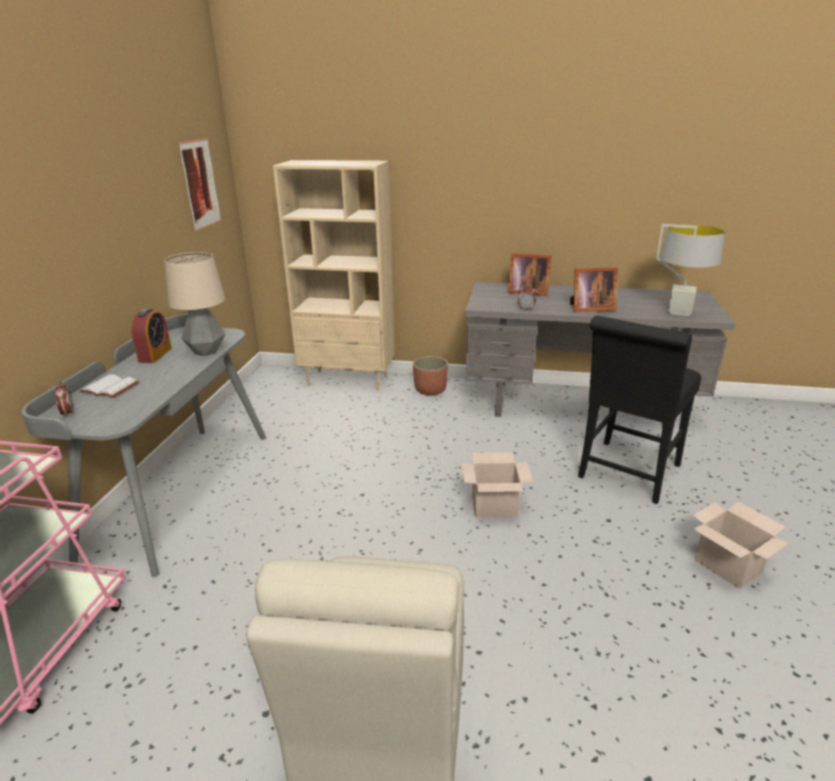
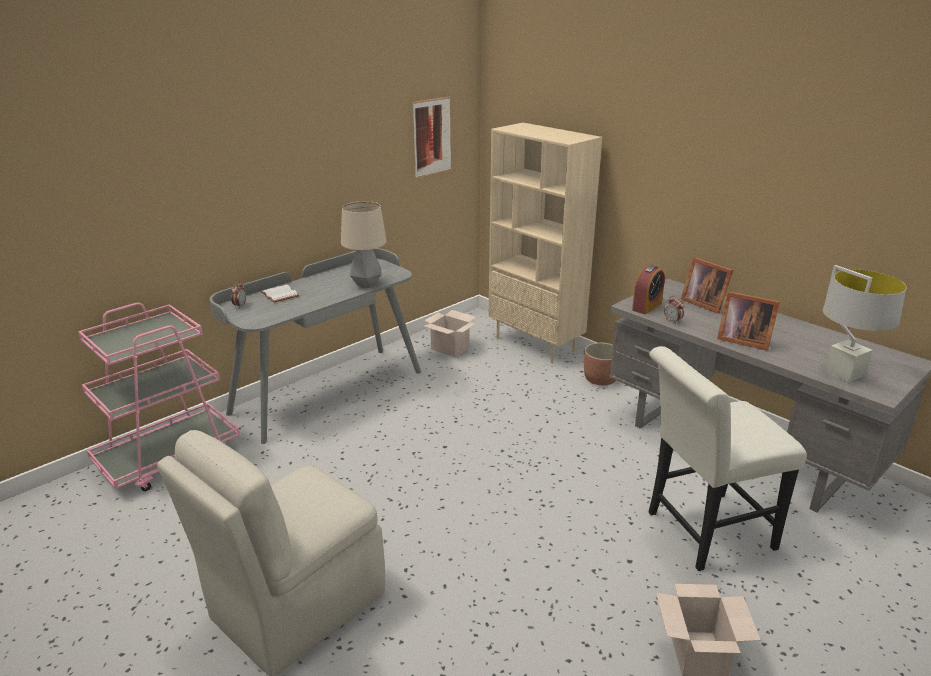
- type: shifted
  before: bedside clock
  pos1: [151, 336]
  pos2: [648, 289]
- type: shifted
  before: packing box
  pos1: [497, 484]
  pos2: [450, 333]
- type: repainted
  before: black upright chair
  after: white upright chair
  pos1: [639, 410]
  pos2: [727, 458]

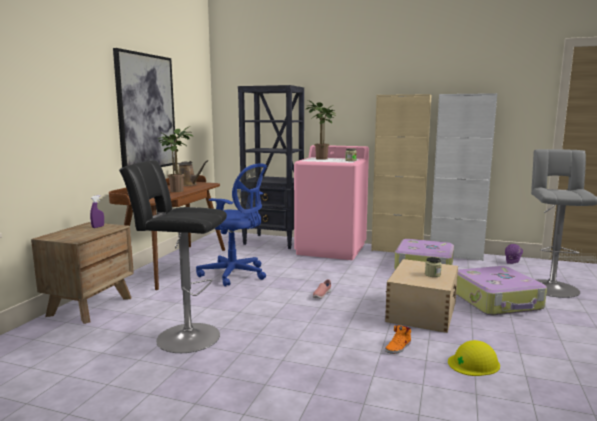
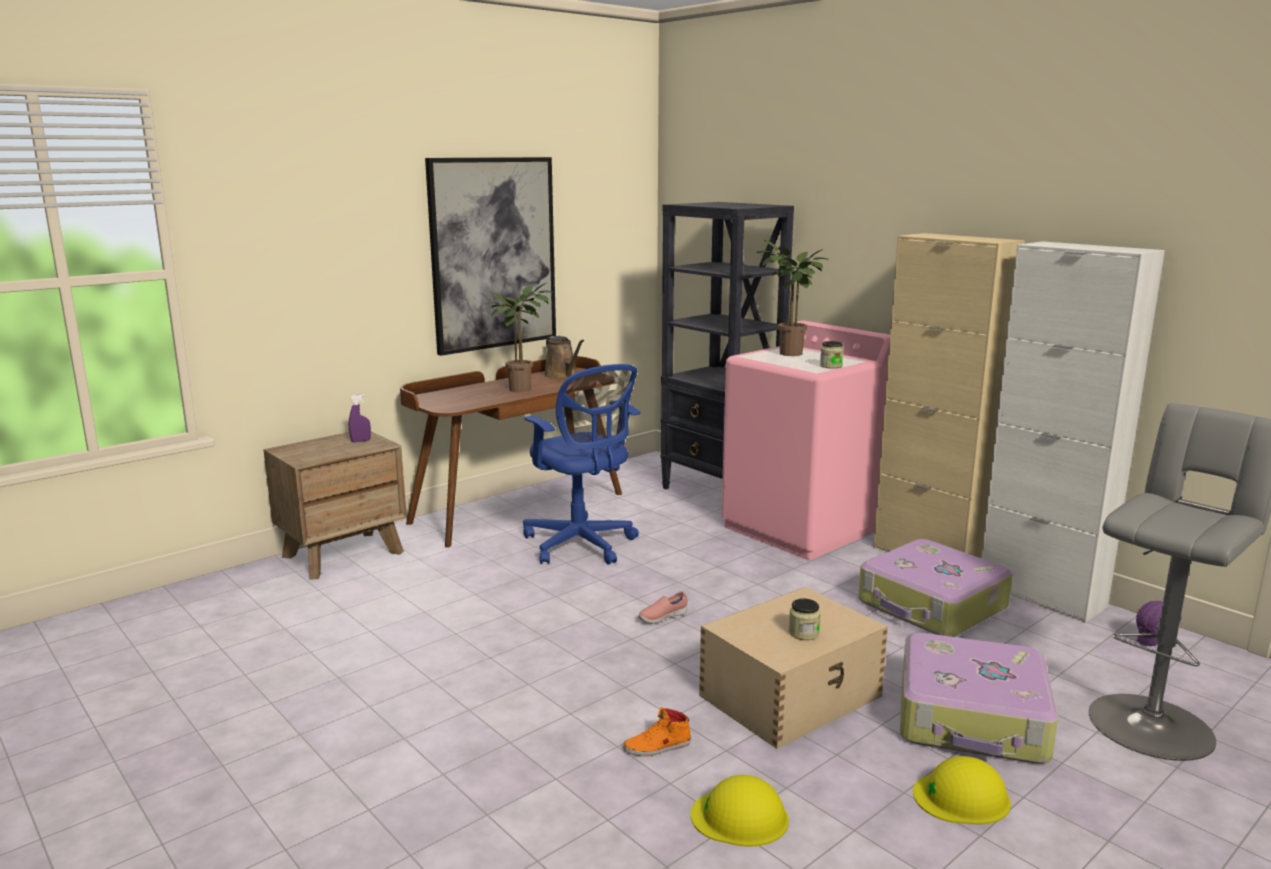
- type: gone
  before: black stool
  pos1: [173, 257]
- type: new
  after: yellowish hard hat
  pos2: [962, 790]

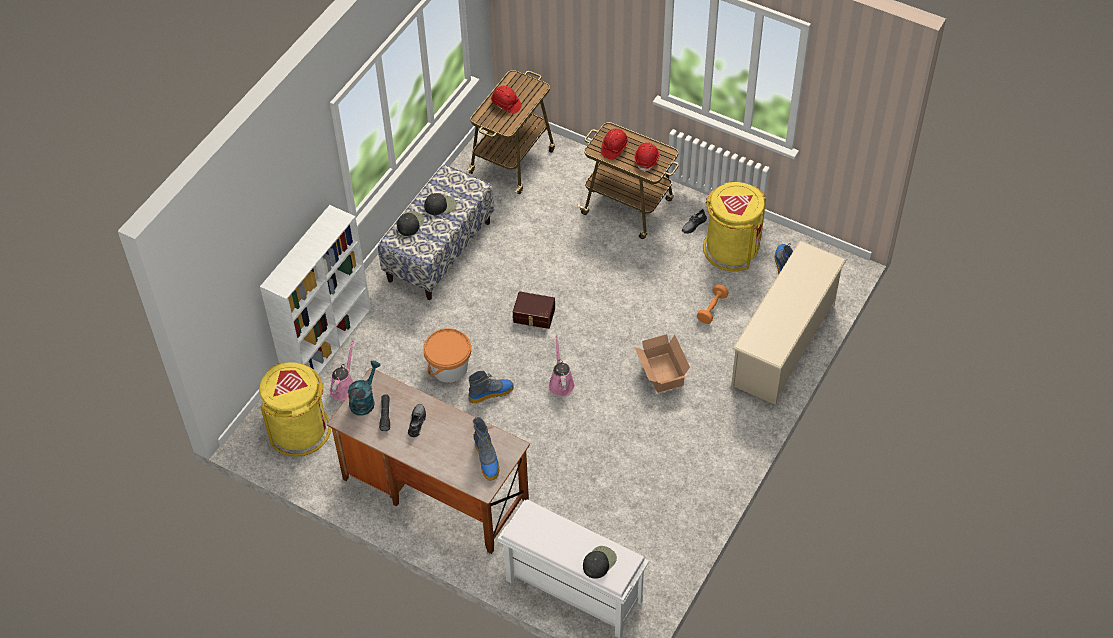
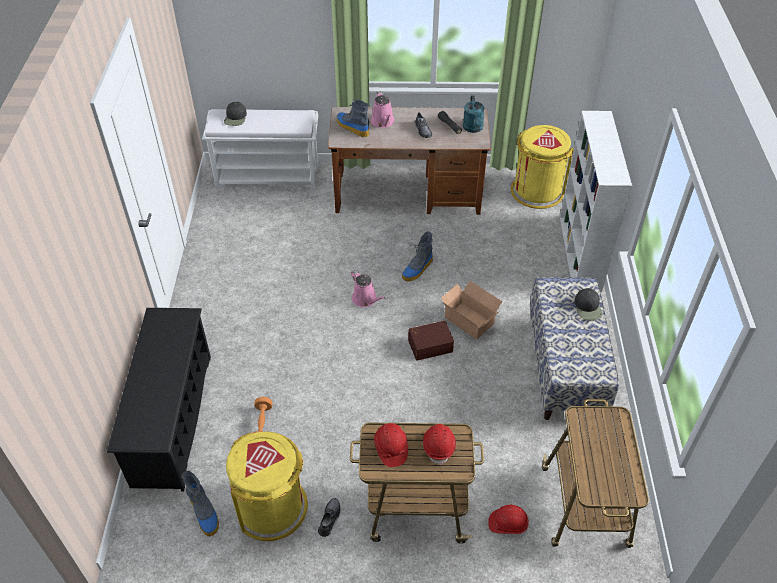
- type: shifted
  before: pinkish watering pot
  pos1: [342, 371]
  pos2: [383, 109]
- type: gone
  before: orange bucket
  pos1: [447, 355]
- type: gone
  before: black cap
  pos1: [440, 204]
- type: shifted
  before: red hard hat
  pos1: [506, 100]
  pos2: [508, 519]
- type: shifted
  before: packing box
  pos1: [662, 363]
  pos2: [472, 310]
- type: repainted
  before: beige-coloured shoe rack
  after: black shoe rack
  pos1: [788, 323]
  pos2: [158, 399]

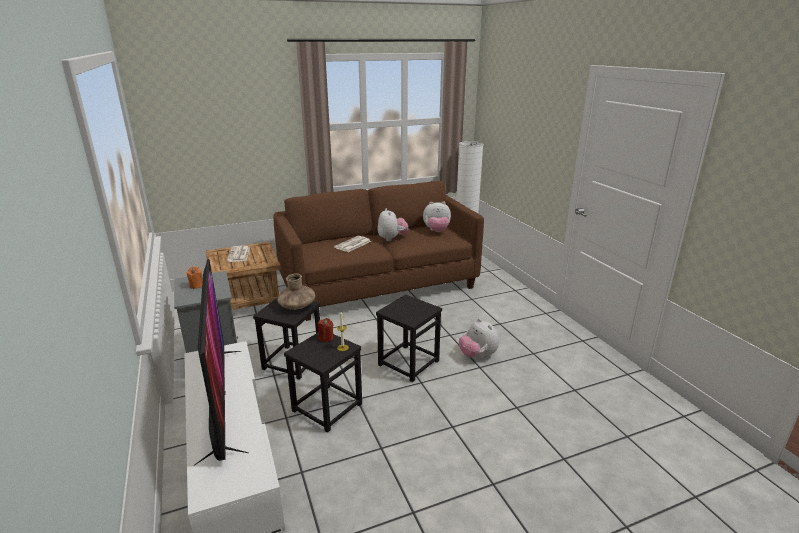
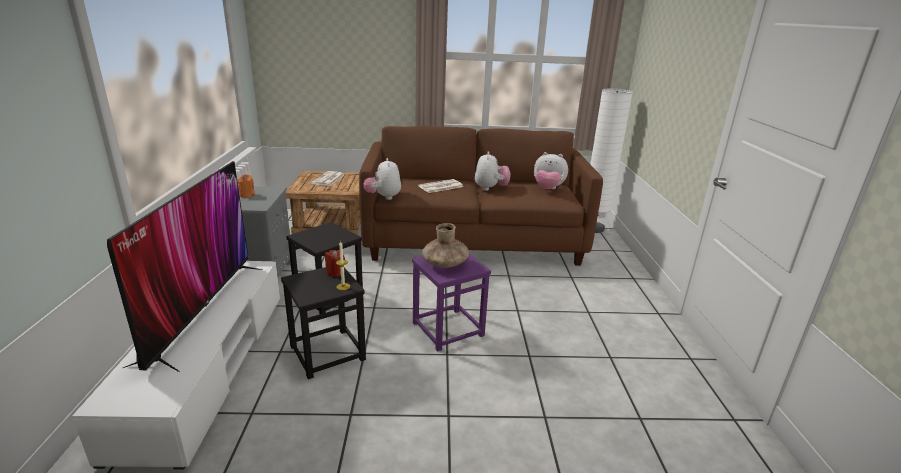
- type: shifted
  before: brownish vase
  pos1: [296, 291]
  pos2: [445, 245]
- type: repainted
  before: black stool
  after: purple stool
  pos1: [409, 338]
  pos2: [451, 302]
- type: shifted
  before: plush toy
  pos1: [479, 338]
  pos2: [382, 179]

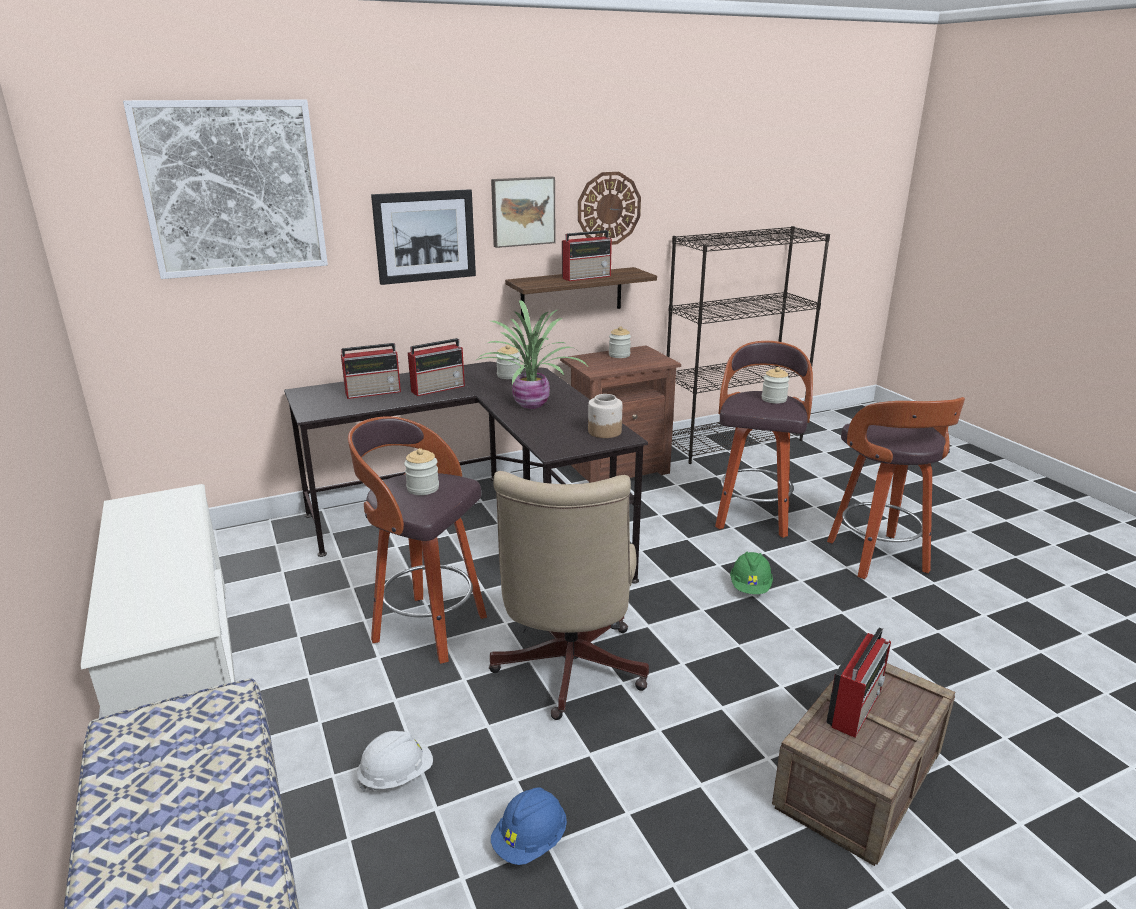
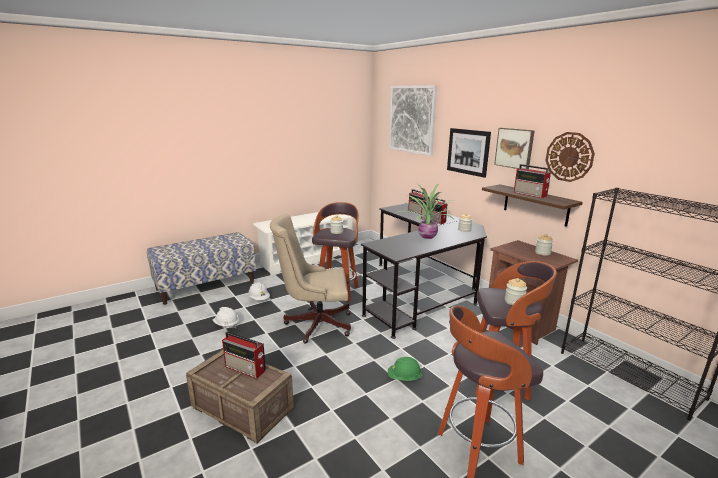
- type: repainted
  before: blue-coloured hard hat
  after: white hard hat
  pos1: [529, 826]
  pos2: [225, 317]
- type: gone
  before: preserve jar
  pos1: [605, 416]

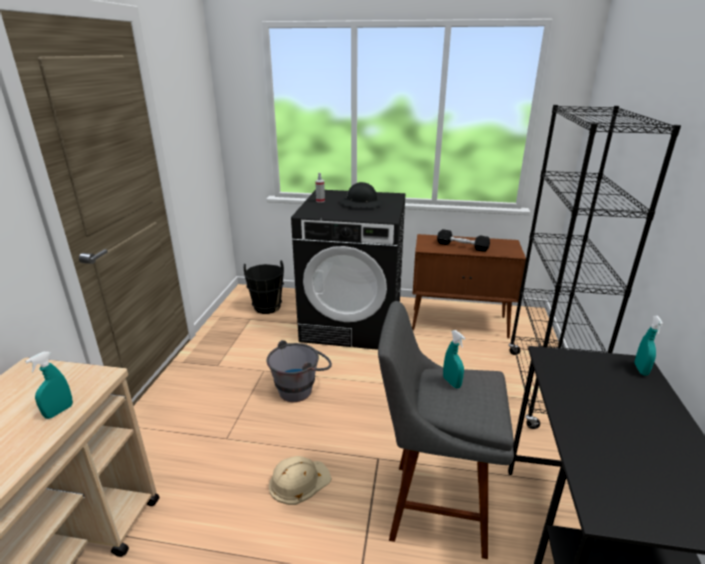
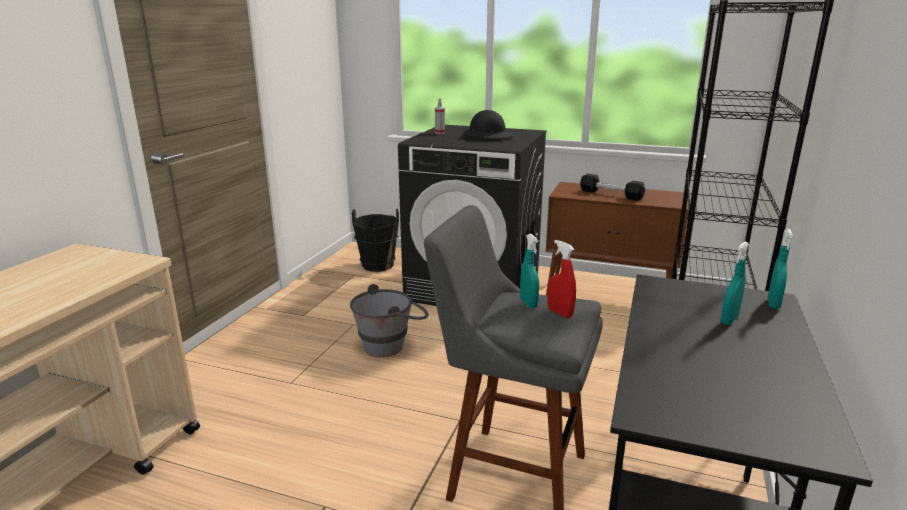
- type: shifted
  before: turquoise hand sprayer
  pos1: [49, 385]
  pos2: [734, 283]
- type: gone
  before: beige-coloured hard hat
  pos1: [300, 480]
- type: new
  after: red hand sprayer
  pos2: [562, 279]

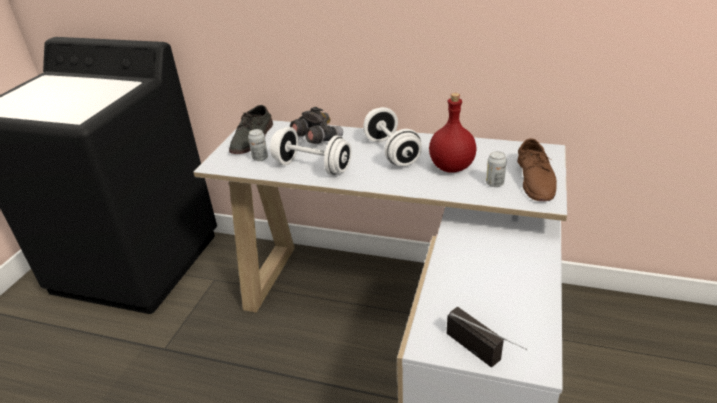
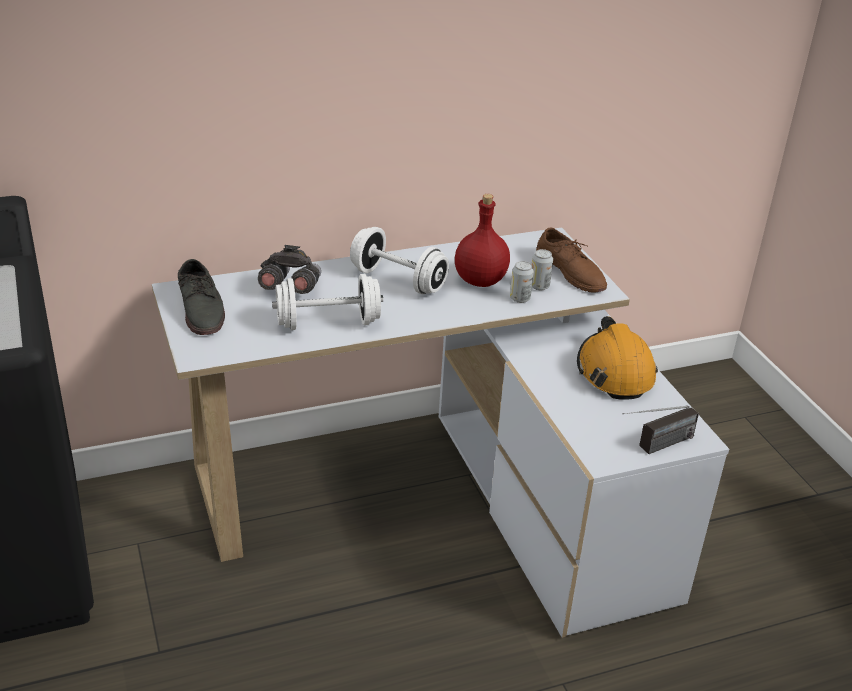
- type: shifted
  before: metal can
  pos1: [258, 145]
  pos2: [522, 282]
- type: rotated
  before: radio
  pos1: [487, 336]
  pos2: [661, 429]
  turn: 135
- type: new
  after: orange hard hat
  pos2: [617, 358]

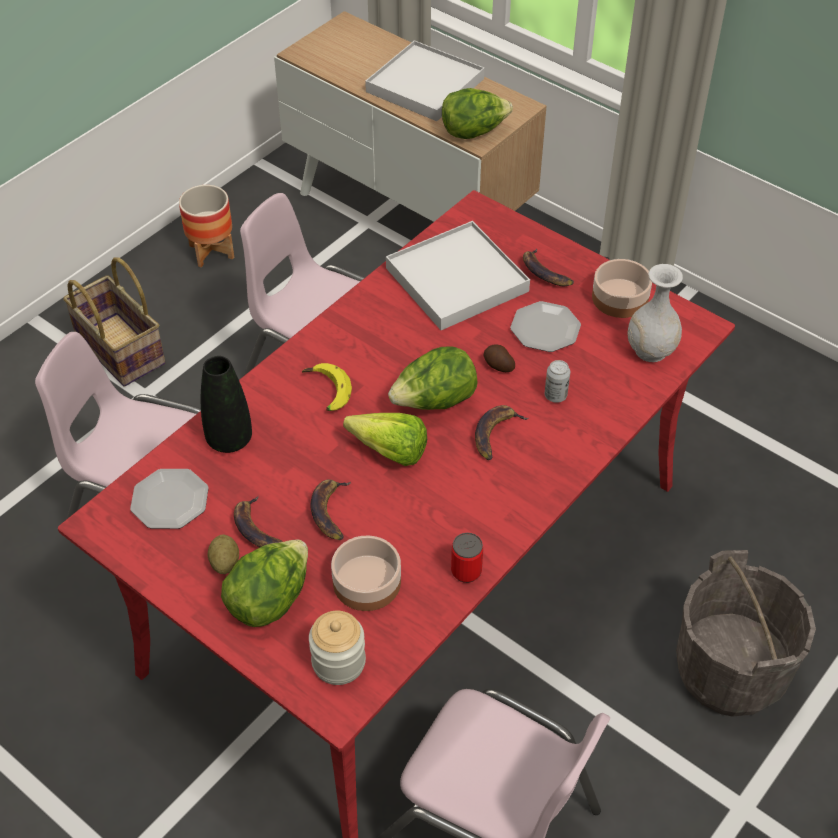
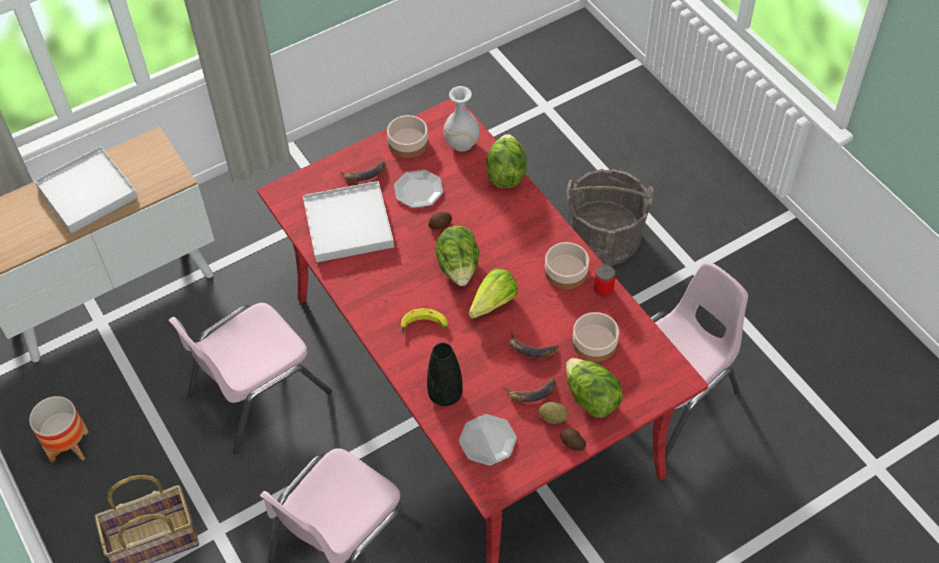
- type: gone
  before: preserve jar
  pos1: [337, 648]
- type: shifted
  before: head of lettuce
  pos1: [477, 113]
  pos2: [506, 161]
- type: gone
  before: whole banana
  pos1: [501, 432]
- type: gone
  before: metal can
  pos1: [557, 381]
- type: new
  after: serving bowl
  pos2: [567, 265]
- type: new
  after: spud
  pos2: [573, 439]

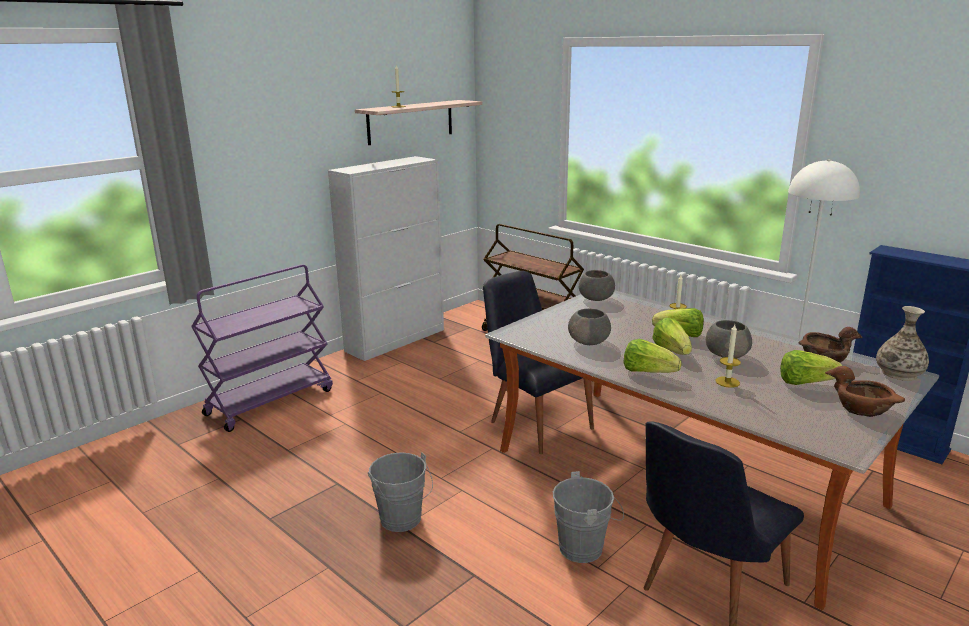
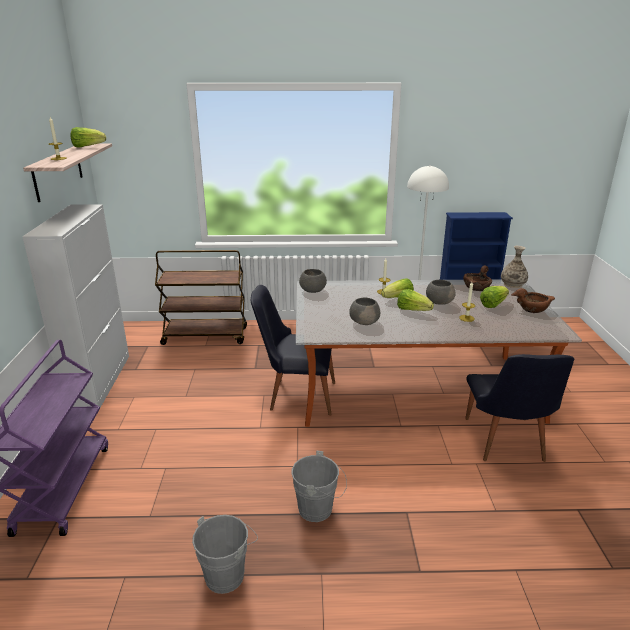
- type: shifted
  before: greyish bucket
  pos1: [588, 517]
  pos2: [225, 554]
- type: shifted
  before: head of lettuce
  pos1: [652, 356]
  pos2: [88, 137]

